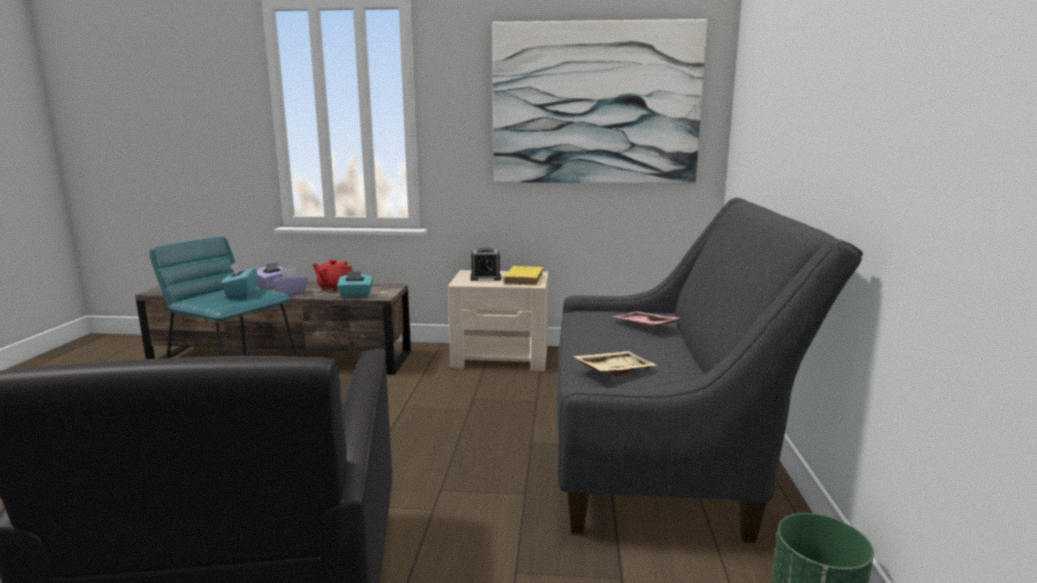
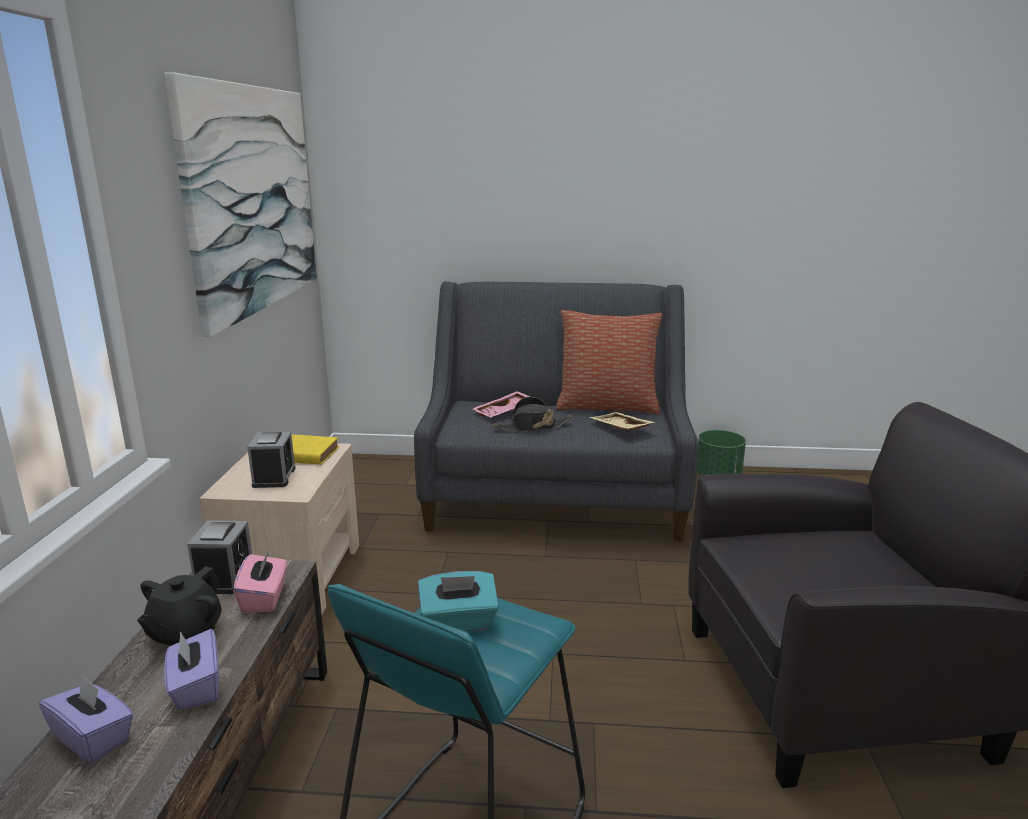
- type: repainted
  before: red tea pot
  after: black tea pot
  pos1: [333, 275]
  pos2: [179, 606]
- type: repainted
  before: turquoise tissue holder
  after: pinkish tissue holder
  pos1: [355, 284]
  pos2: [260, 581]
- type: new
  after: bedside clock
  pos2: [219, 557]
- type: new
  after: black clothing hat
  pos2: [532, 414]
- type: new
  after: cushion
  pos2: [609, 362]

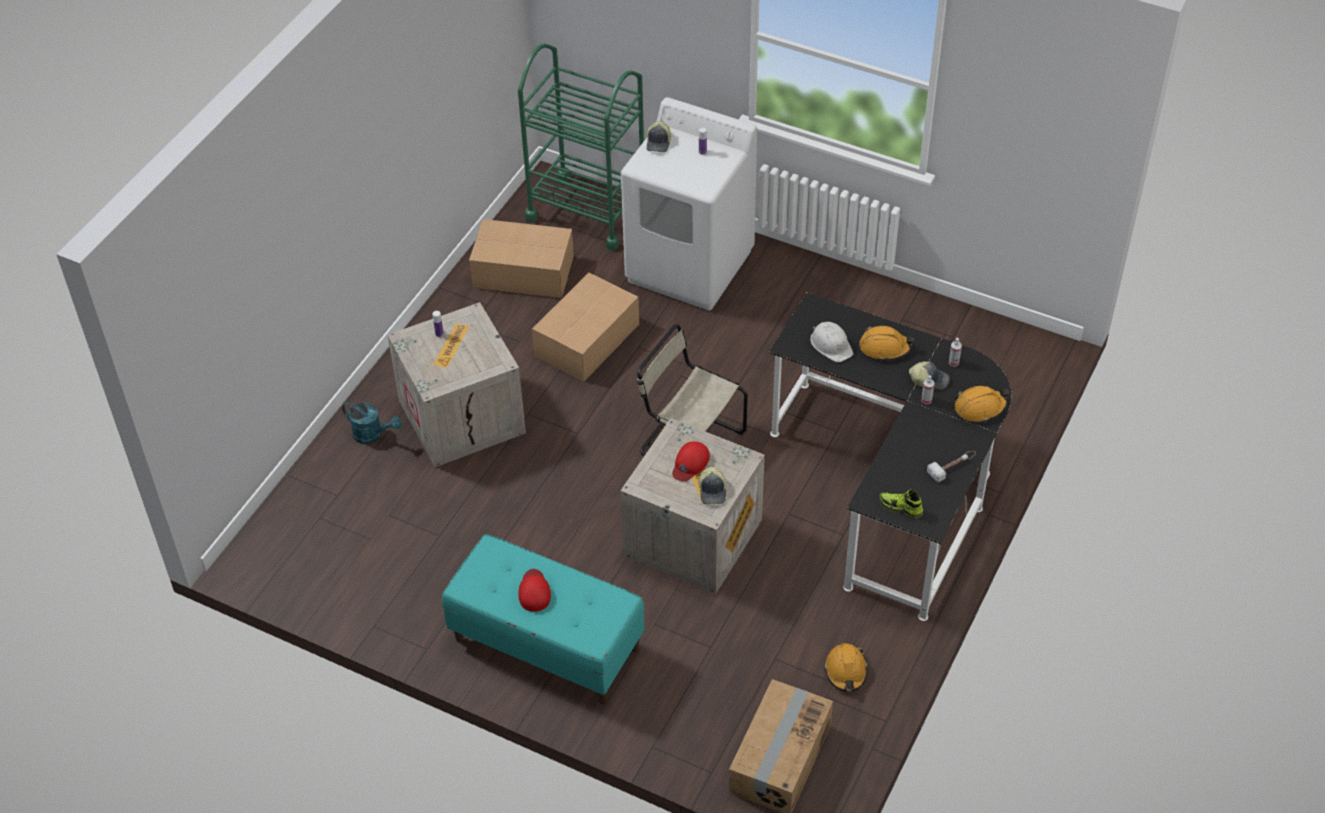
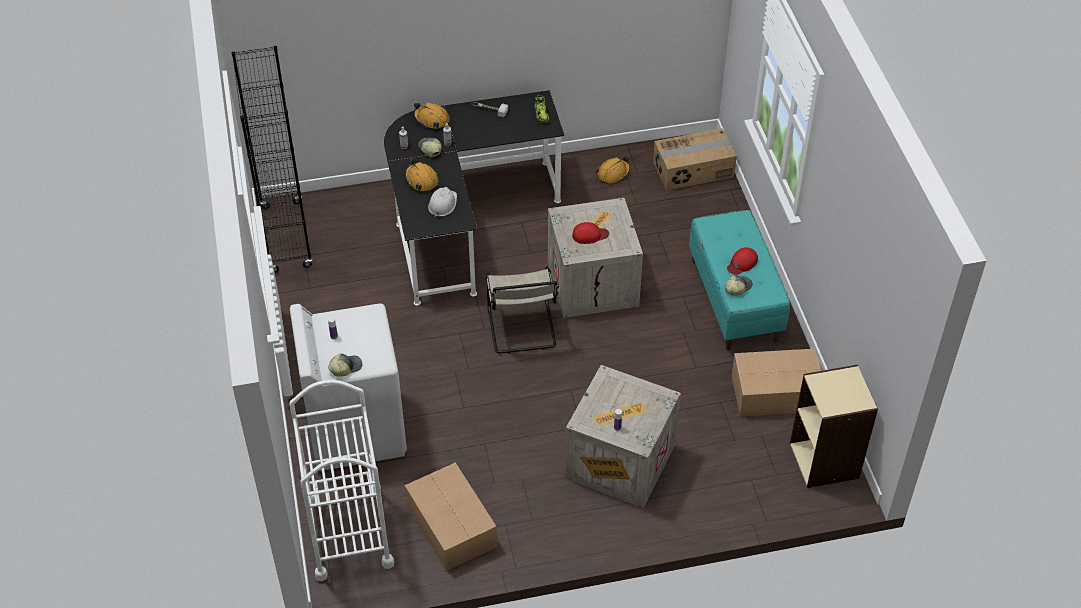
- type: gone
  before: turquoise watering pot
  pos1: [372, 423]
- type: repainted
  before: green-coloured cart
  after: white cart
  pos1: [581, 147]
  pos2: [341, 480]
- type: shifted
  before: packing box
  pos1: [585, 327]
  pos2: [776, 383]
- type: shifted
  before: cap
  pos1: [713, 485]
  pos2: [739, 285]
- type: new
  after: black bookcase
  pos2: [272, 159]
- type: new
  after: beige-coloured bookcase
  pos2: [834, 426]

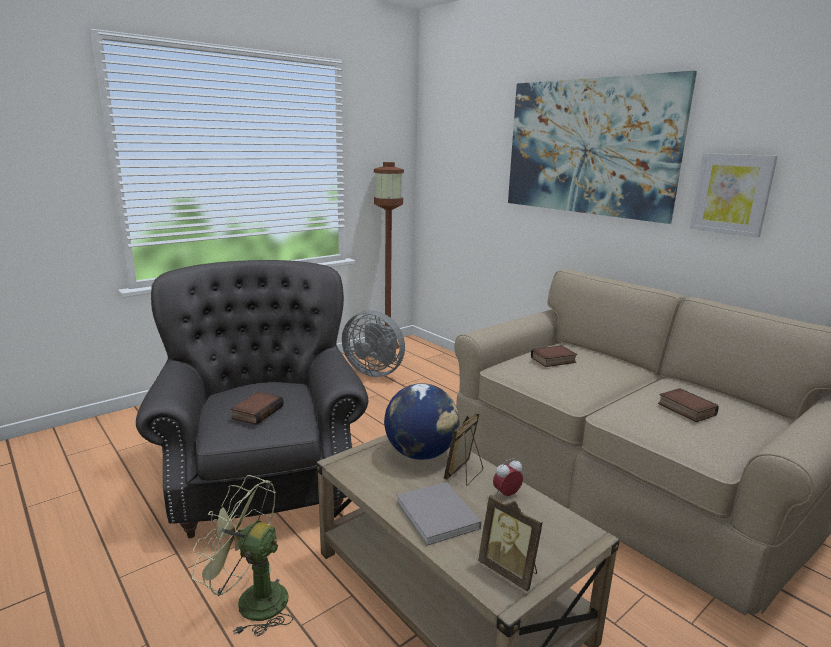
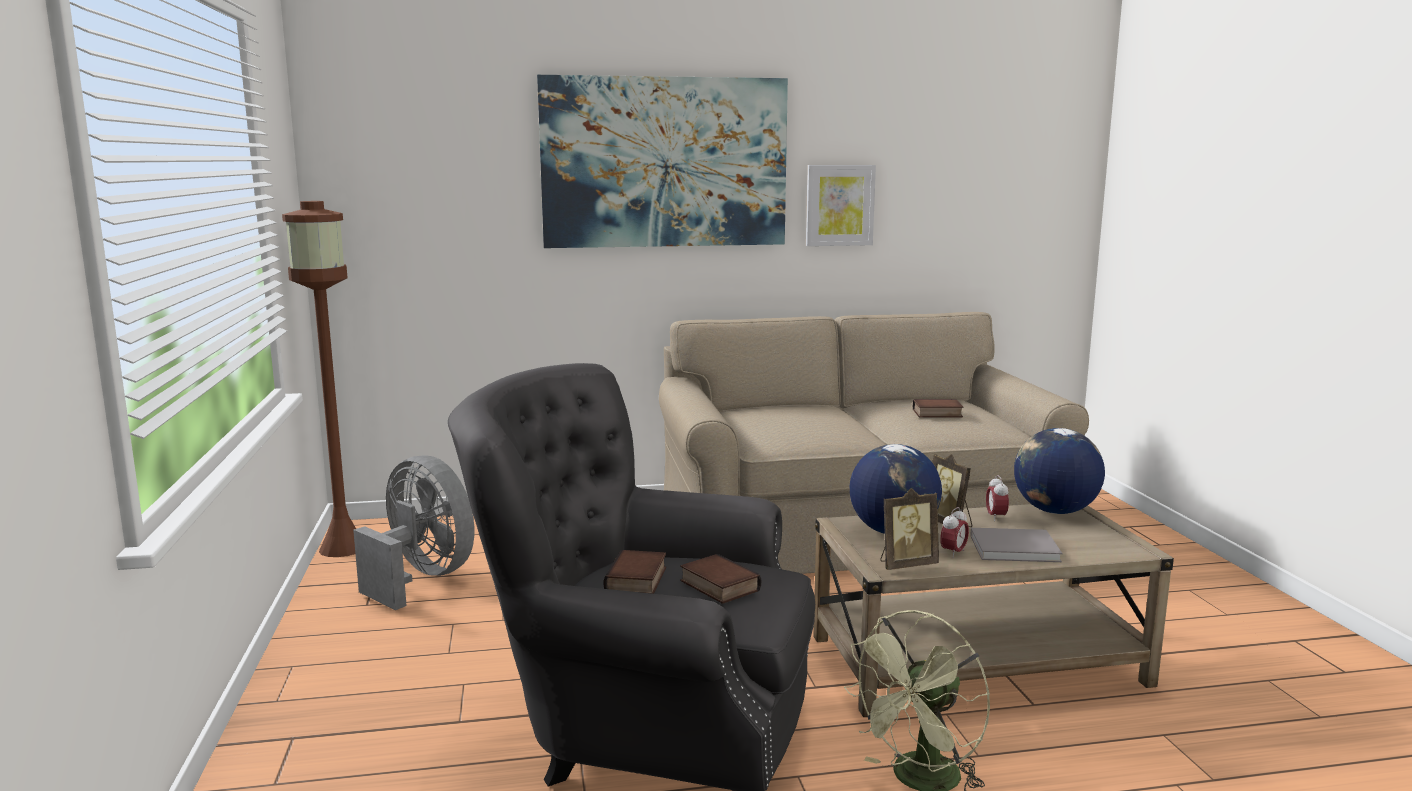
- type: rotated
  before: greyish cooling fan
  pos1: [373, 343]
  pos2: [413, 532]
  turn: -105
- type: shifted
  before: photo frame
  pos1: [510, 543]
  pos2: [909, 529]
- type: shifted
  before: book
  pos1: [554, 356]
  pos2: [635, 572]
- type: new
  after: bedside clock
  pos2: [954, 532]
- type: new
  after: world globe
  pos2: [1059, 471]

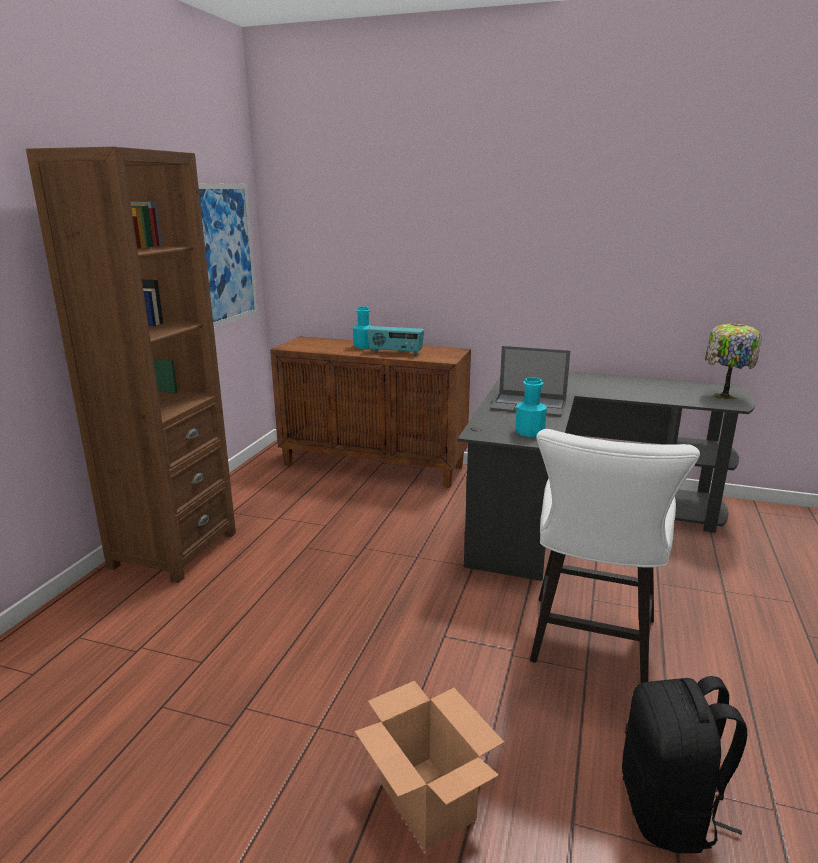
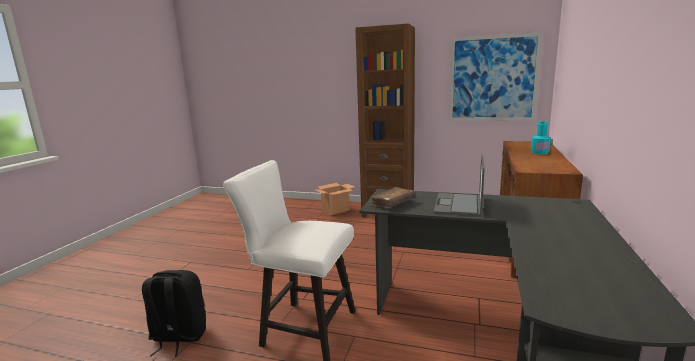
- type: shifted
  before: packing box
  pos1: [429, 765]
  pos2: [334, 199]
- type: gone
  before: radio
  pos1: [395, 340]
- type: swapped
  before: turquoise drink bottle
  after: brownish book
  pos1: [531, 407]
  pos2: [392, 197]
- type: gone
  before: table lamp
  pos1: [733, 361]

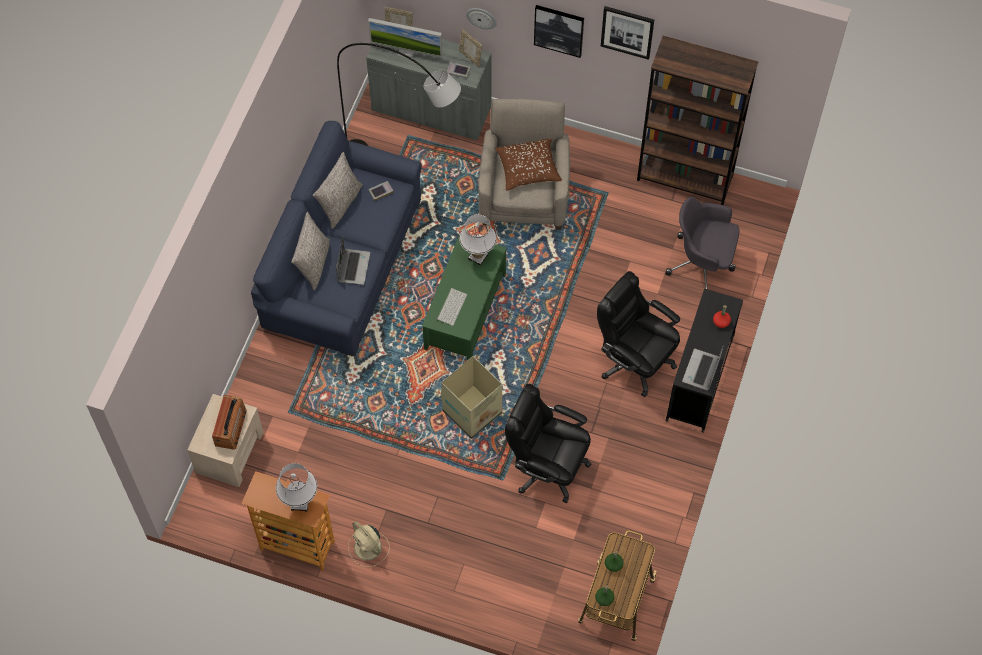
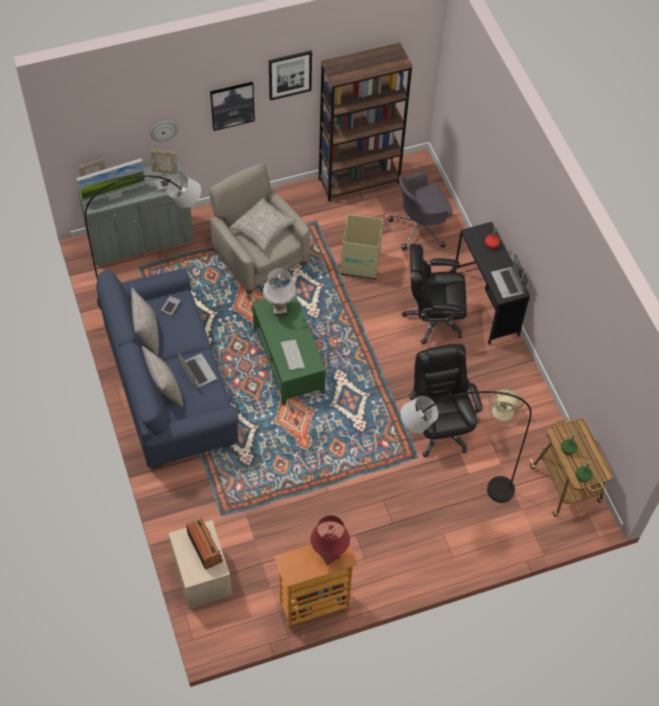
- type: repainted
  before: white table lamp
  after: red table lamp
  pos1: [296, 487]
  pos2: [330, 540]
- type: shifted
  before: beige-coloured cooling fan
  pos1: [369, 544]
  pos2: [505, 407]
- type: shifted
  before: packing box
  pos1: [471, 397]
  pos2: [362, 247]
- type: repainted
  before: brownish cushion
  after: greyish cushion
  pos1: [528, 165]
  pos2: [263, 224]
- type: rotated
  before: black computer chair
  pos1: [548, 443]
  pos2: [446, 400]
  turn: 90
- type: new
  after: greyish standard lamp
  pos2: [466, 447]

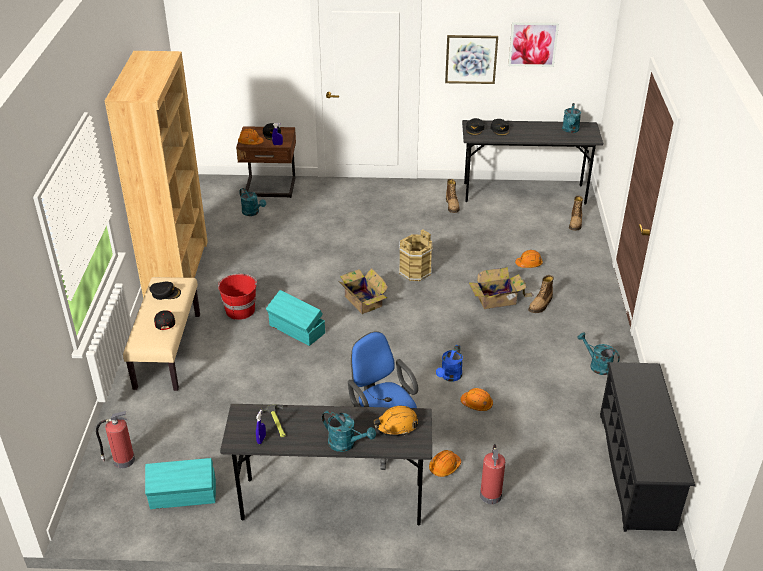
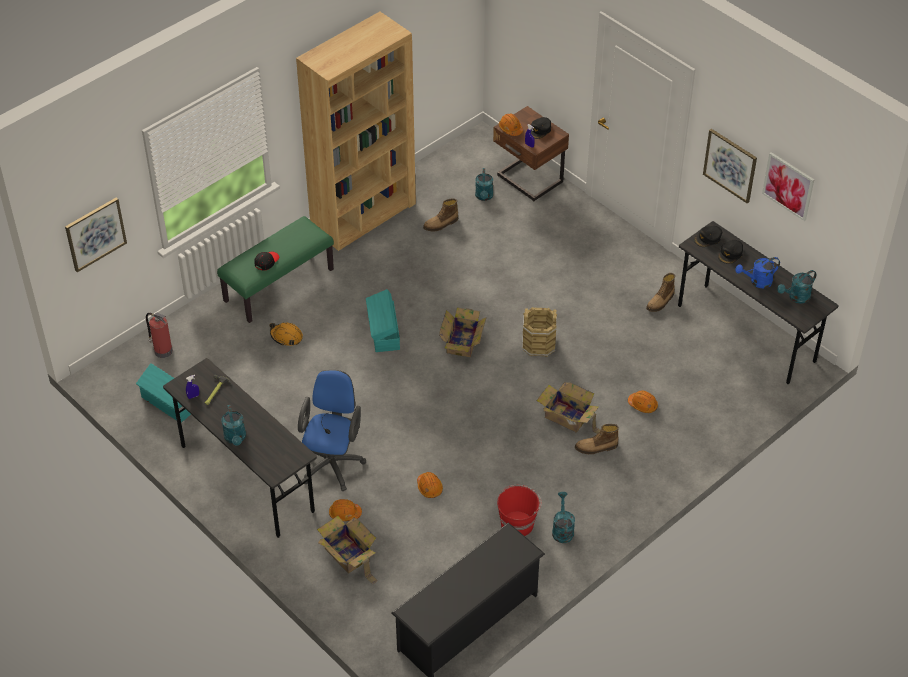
- type: repainted
  before: beige-coloured indoor bench
  after: green-coloured indoor bench
  pos1: [161, 334]
  pos2: [275, 269]
- type: gone
  before: black cap
  pos1: [165, 291]
- type: shifted
  before: red bucket
  pos1: [237, 297]
  pos2: [519, 510]
- type: shifted
  before: orange hard hat
  pos1: [396, 421]
  pos2: [286, 334]
- type: shifted
  before: blue-coloured watering pot
  pos1: [449, 363]
  pos2: [757, 272]
- type: swapped
  before: fire extinguisher
  after: packing box
  pos1: [492, 474]
  pos2: [347, 550]
- type: shifted
  before: high-top boot
  pos1: [576, 213]
  pos2: [440, 214]
- type: new
  after: wall art
  pos2: [96, 234]

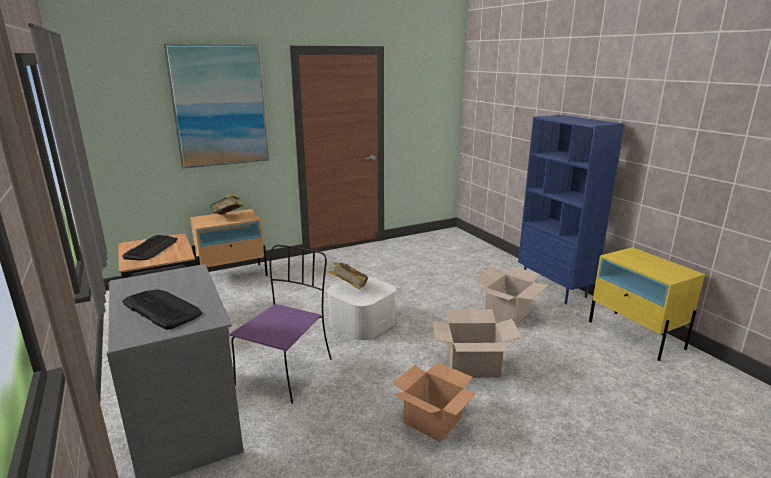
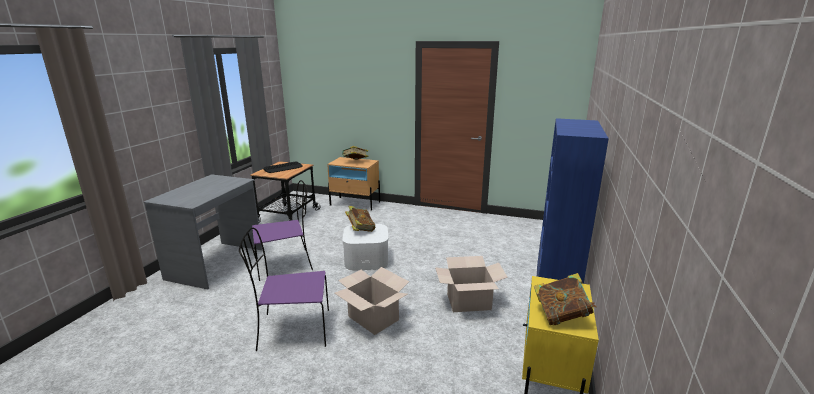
- type: gone
  before: computer keyboard
  pos1: [162, 309]
- type: gone
  before: wall art
  pos1: [216, 106]
- type: swapped
  before: packing box
  after: purple upright chair
  pos1: [434, 402]
  pos2: [284, 289]
- type: new
  after: book
  pos2: [565, 299]

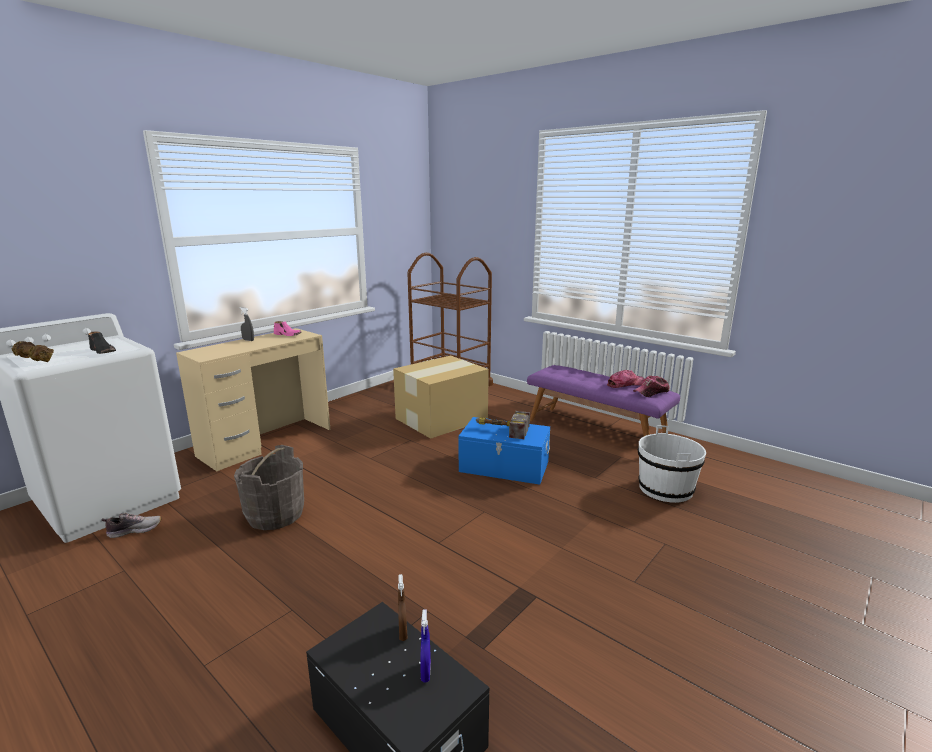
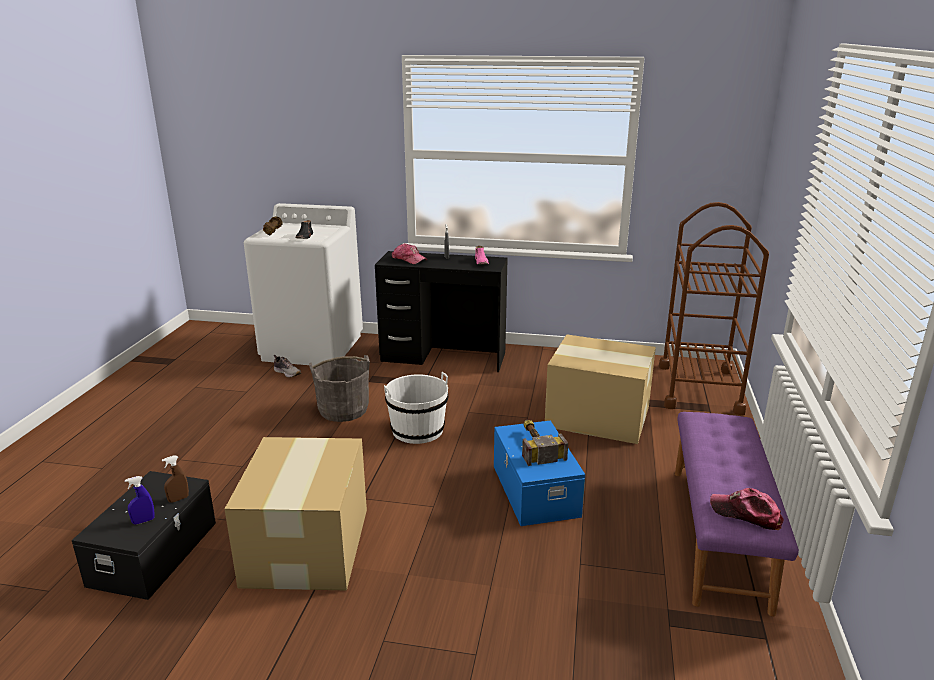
- type: repainted
  before: beige-coloured desk unit
  after: black desk unit
  pos1: [253, 399]
  pos2: [441, 311]
- type: shifted
  before: cap
  pos1: [625, 379]
  pos2: [409, 253]
- type: shifted
  before: white bucket
  pos1: [672, 464]
  pos2: [416, 408]
- type: new
  after: packing box
  pos2: [296, 513]

